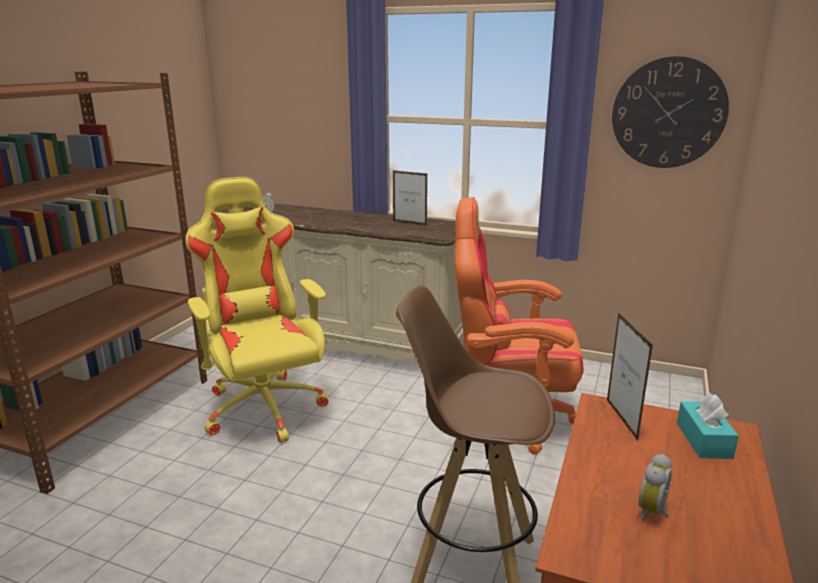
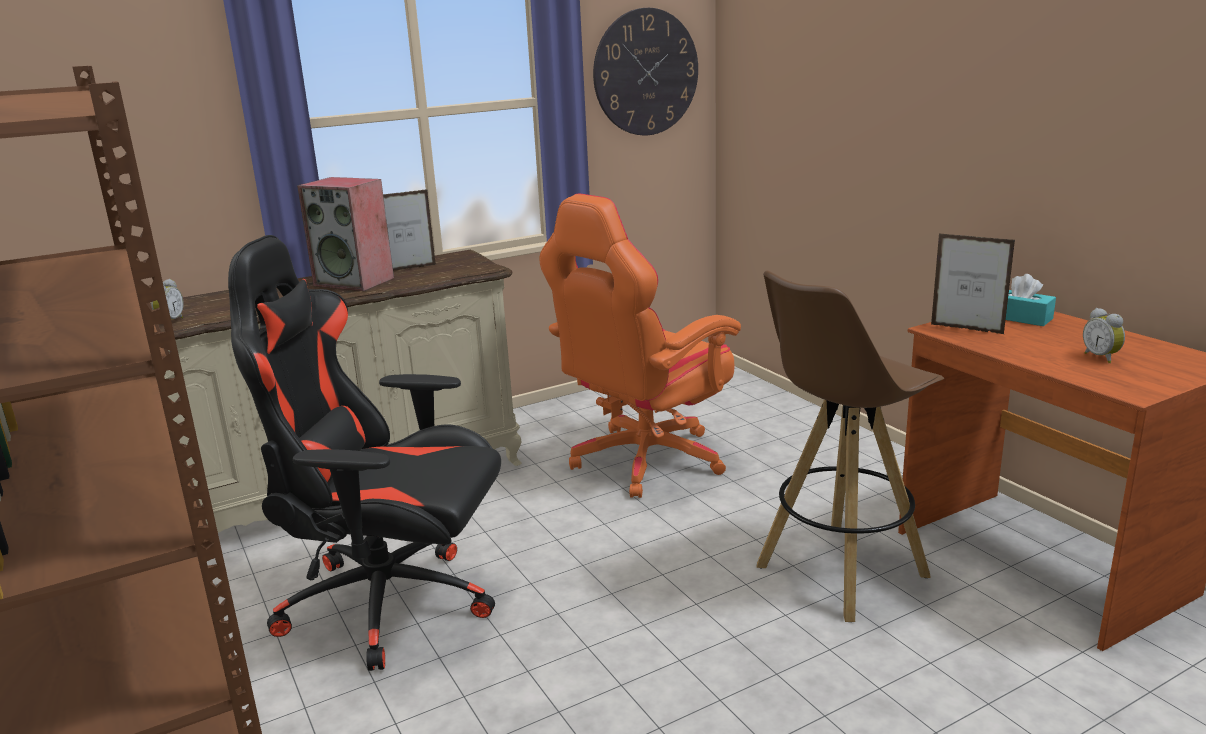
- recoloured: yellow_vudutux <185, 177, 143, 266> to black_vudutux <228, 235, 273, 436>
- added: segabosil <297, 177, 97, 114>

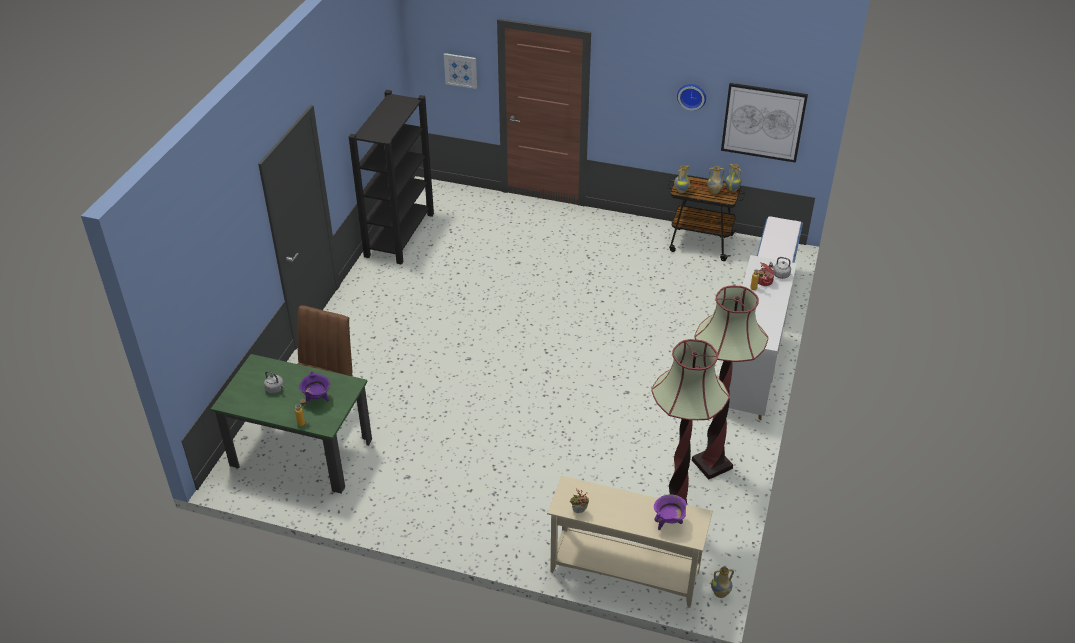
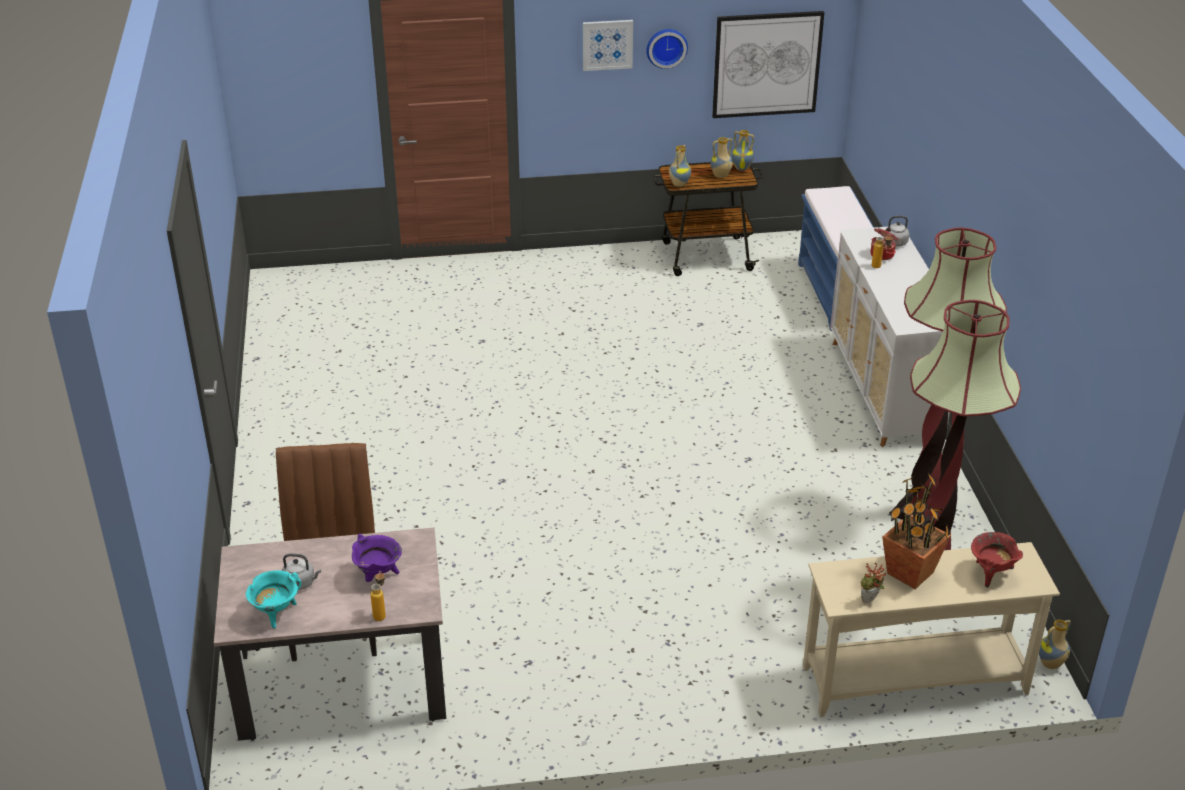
- recoloured: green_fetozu <211, 354, 161, 140> to beige_fetozu <214, 528, 232, 213>
- added: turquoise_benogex <246, 570, 55, 58>
- moved: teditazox <444, 53, 33, 36> to <583, 20, 50, 51>
- added: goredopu <882, 473, 69, 116>
- recoloured: purple_benogex <654, 494, 33, 36> to red_benogex <971, 532, 52, 56>
- removed: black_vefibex <348, 90, 86, 174>

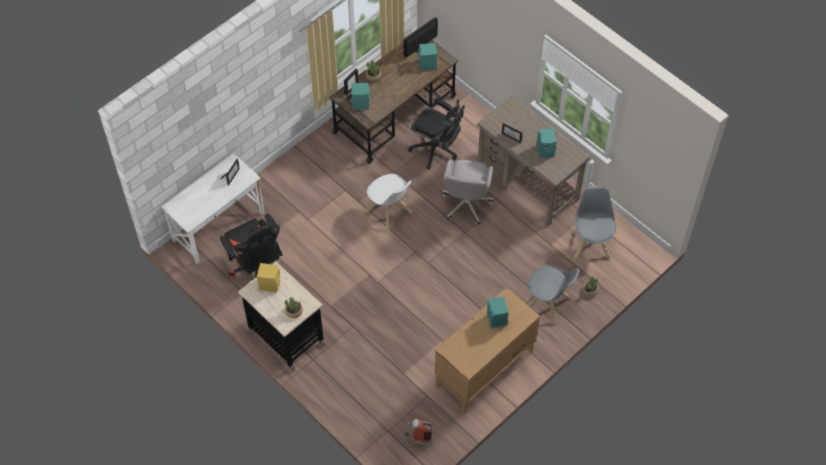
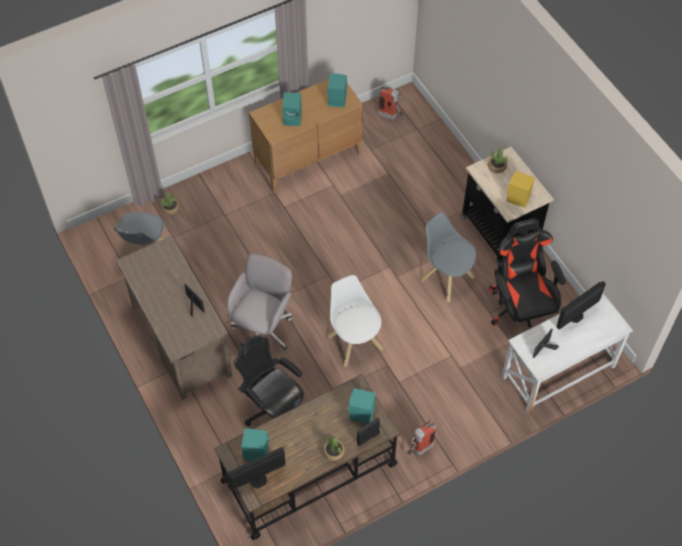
- moved: turquoise_segabosil <537, 128, 20, 30> to <328, 74, 19, 34>
- added: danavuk <407, 421, 29, 35>
- moved: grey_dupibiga <527, 265, 52, 61> to <420, 212, 56, 90>
- added: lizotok <557, 281, 49, 48>

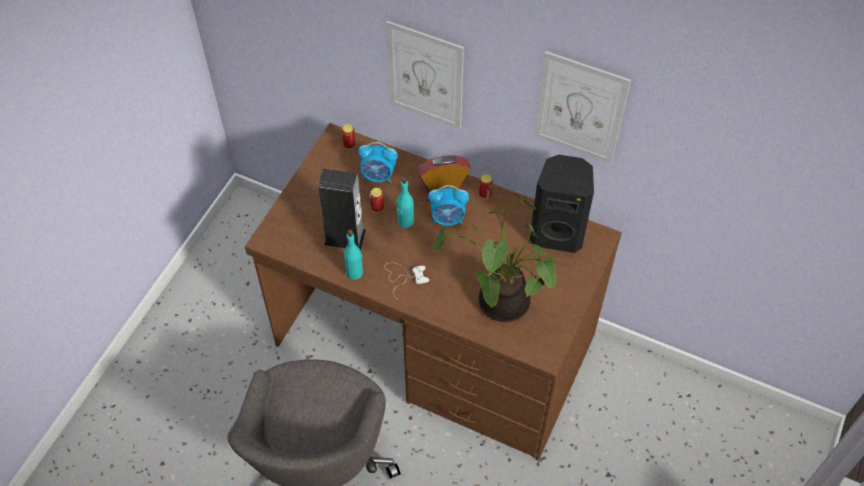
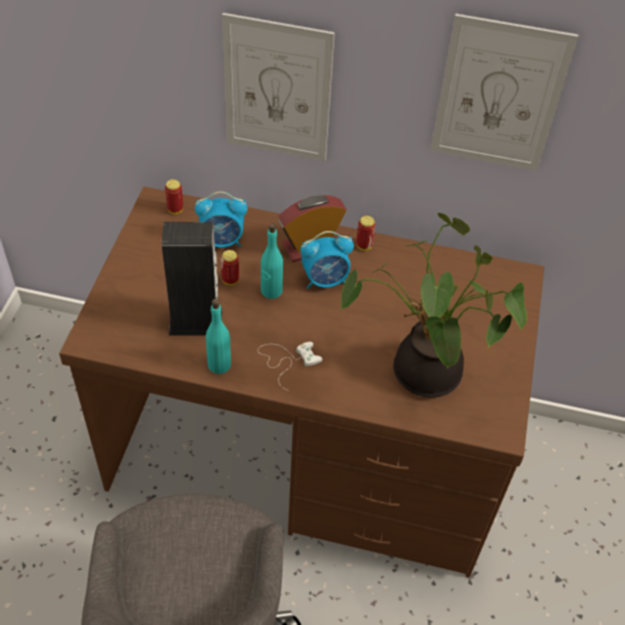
- removed: black_segabosil <530, 155, 64, 98>

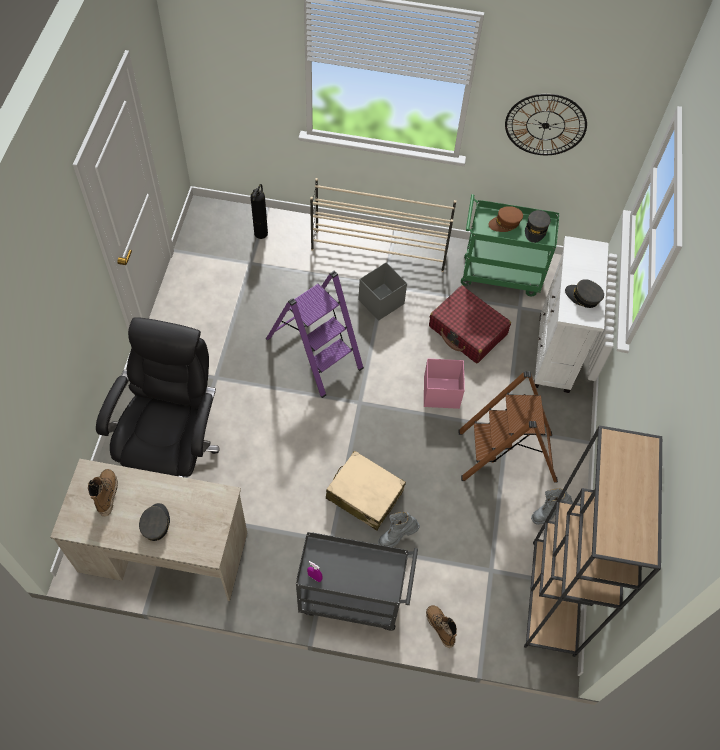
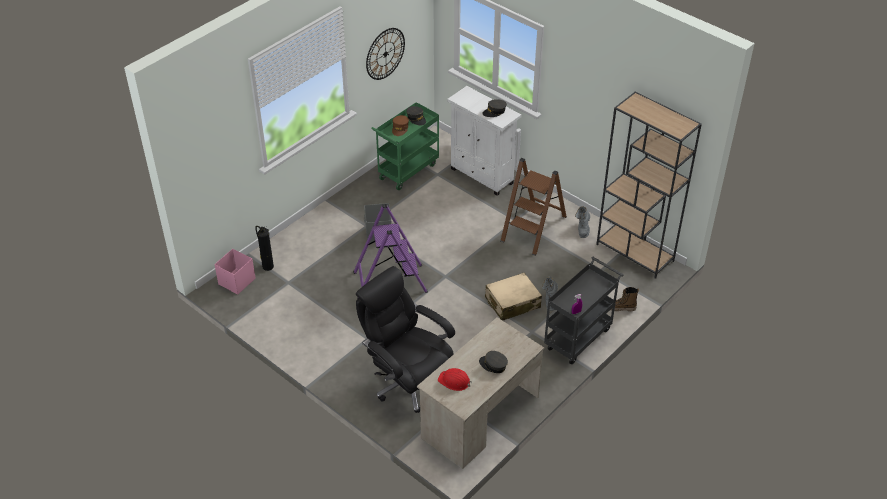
- moved: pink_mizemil <424, 358, 41, 51> to <214, 249, 41, 46>
- replaced: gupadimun <87, 469, 31, 47> to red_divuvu <438, 368, 34, 23>
- removed: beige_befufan <310, 178, 146, 94>
- removed: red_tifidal <429, 286, 82, 77>

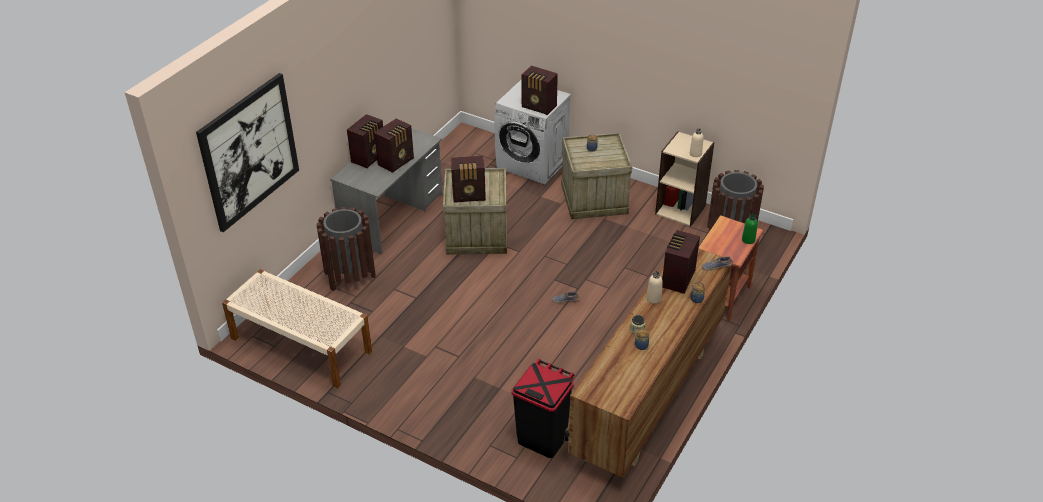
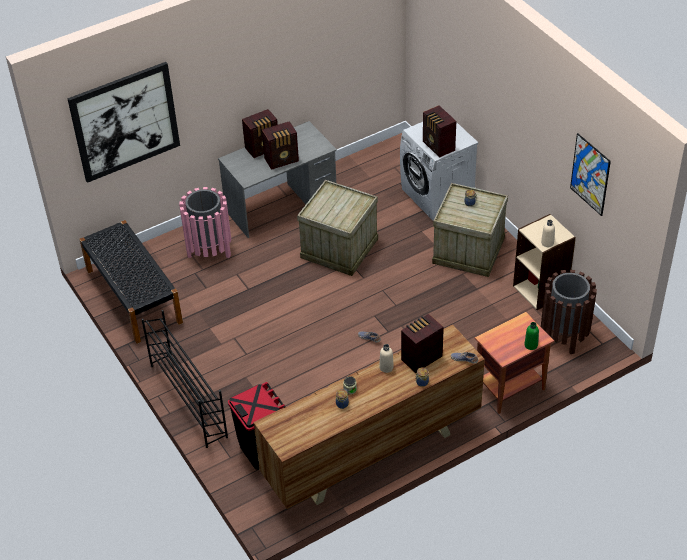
- recoloured: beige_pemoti <222, 269, 150, 120> to black_pemoti <79, 220, 104, 124>
- added: black_befufan <141, 310, 87, 138>
- recoloured: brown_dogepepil <317, 207, 59, 84> to pink_dogepepil <179, 187, 52, 71>
- added: teditazox <570, 133, 41, 83>
- removed: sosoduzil <451, 156, 35, 47>

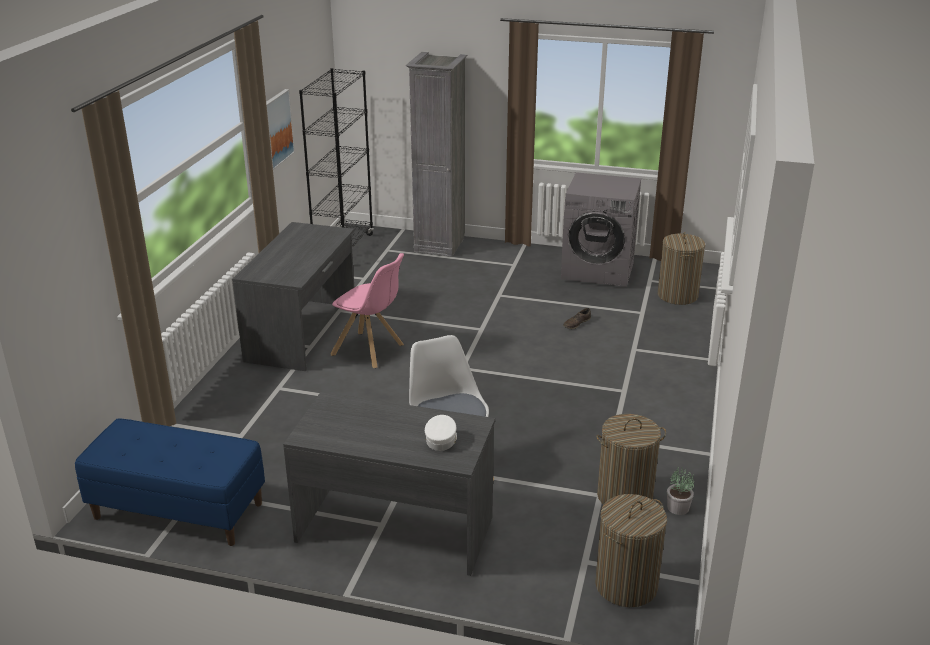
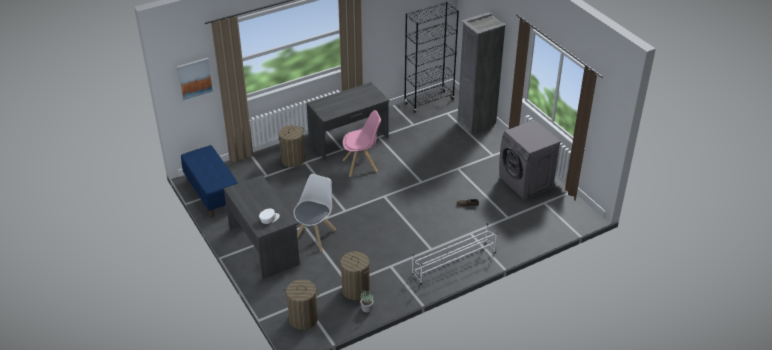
- moved: teditazox <266, 89, 29, 81> to <176, 58, 38, 44>
- moved: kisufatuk <658, 232, 47, 73> to <278, 125, 27, 42>
- turned: pink_dupibiga <330, 253, 74, 115> = <342, 110, 39, 67> 90 degrees counterclockwise
- added: white_befufan <412, 224, 85, 60>

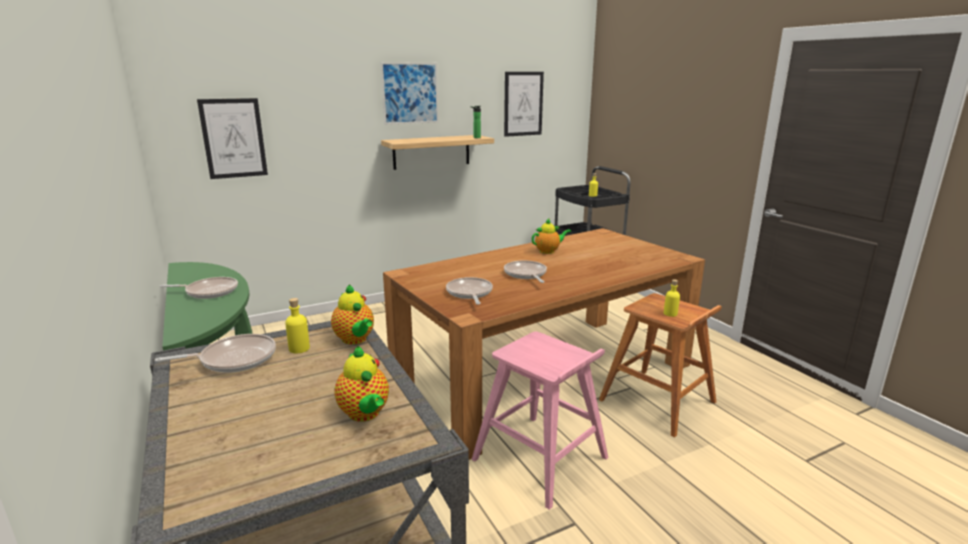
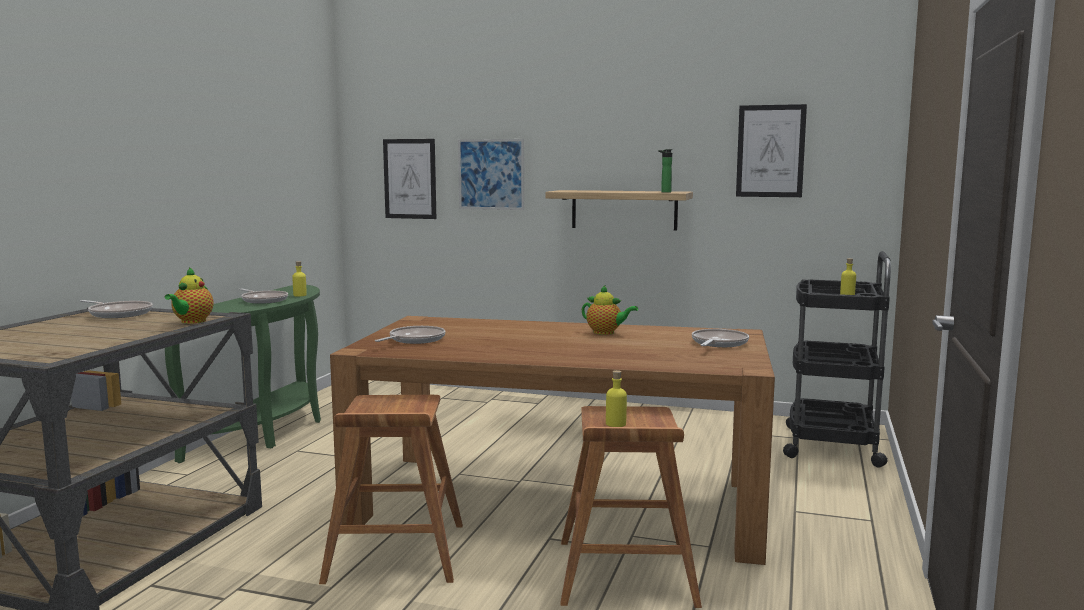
- moved: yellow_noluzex <285, 298, 25, 55> to <292, 261, 15, 35>
- recoloured: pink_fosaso <472, 332, 136, 178> to brown_fosaso <319, 395, 144, 189>
- moved: teditazox <380, 62, 59, 63> to <458, 139, 66, 71>
- moved: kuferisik <504, 260, 43, 23> to <692, 329, 57, 18>
- removed: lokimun <334, 346, 55, 76>

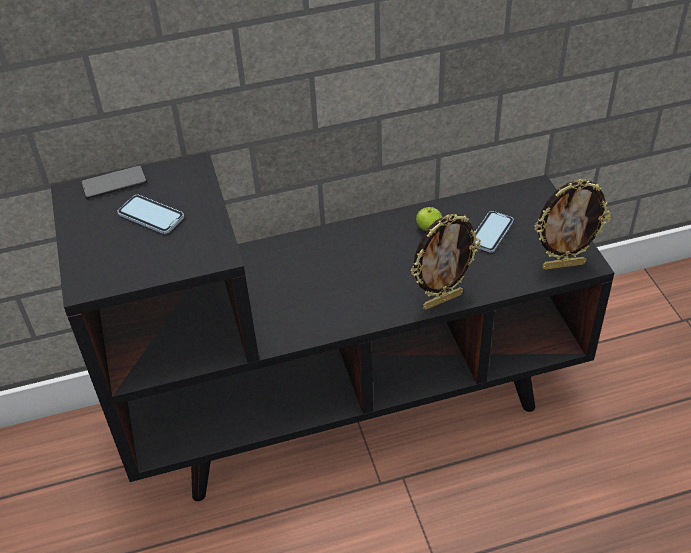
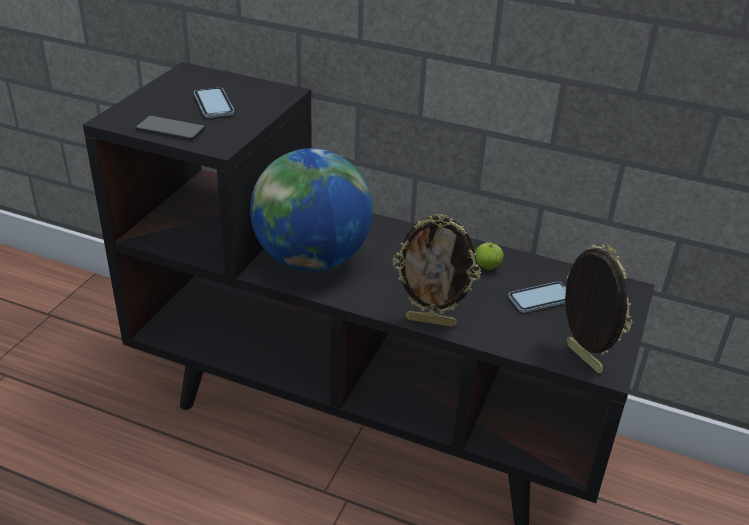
- moved: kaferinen <81, 165, 66, 34> to <136, 116, 69, 24>
- added: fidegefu <250, 148, 123, 123>
- turned: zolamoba <534, 179, 77, 91> = <565, 244, 67, 129> 150 degrees counterclockwise

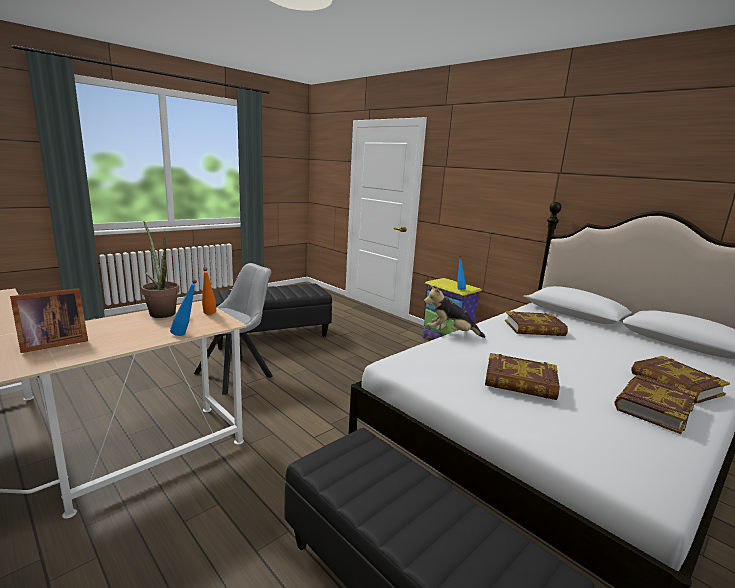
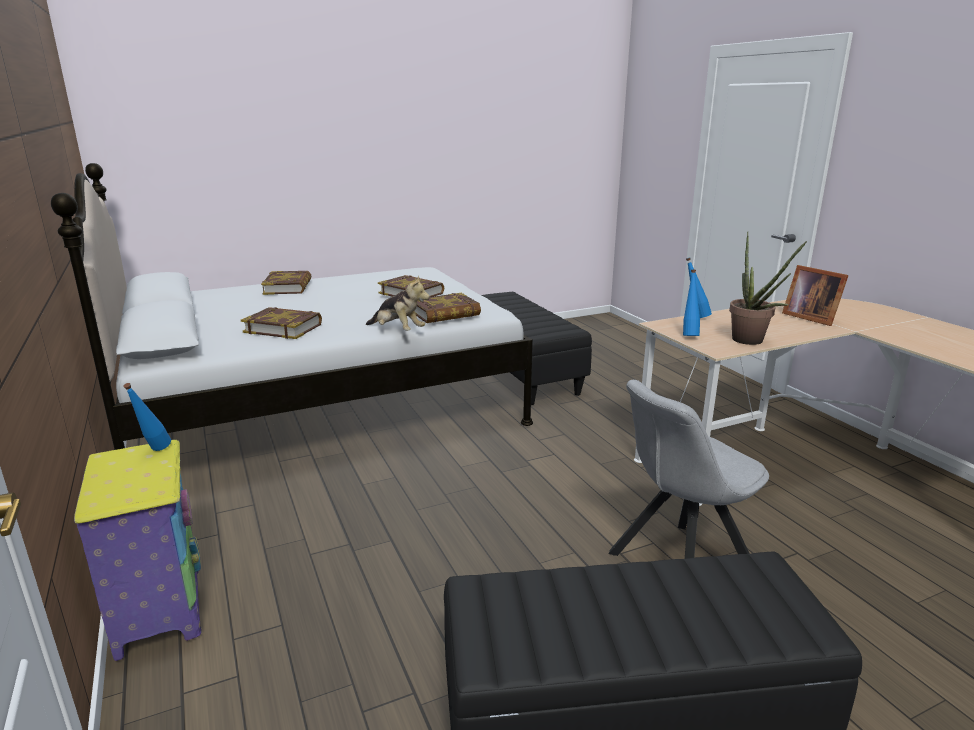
- moved: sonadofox <615, 375, 82, 59> to <415, 293, 66, 30>
- recoloured: orange_noluzex <202, 267, 15, 48> to blue_noluzex <683, 270, 17, 66>
- turned: zolamoba <10, 288, 78, 65> = <782, 265, 67, 61> 105 degrees counterclockwise

